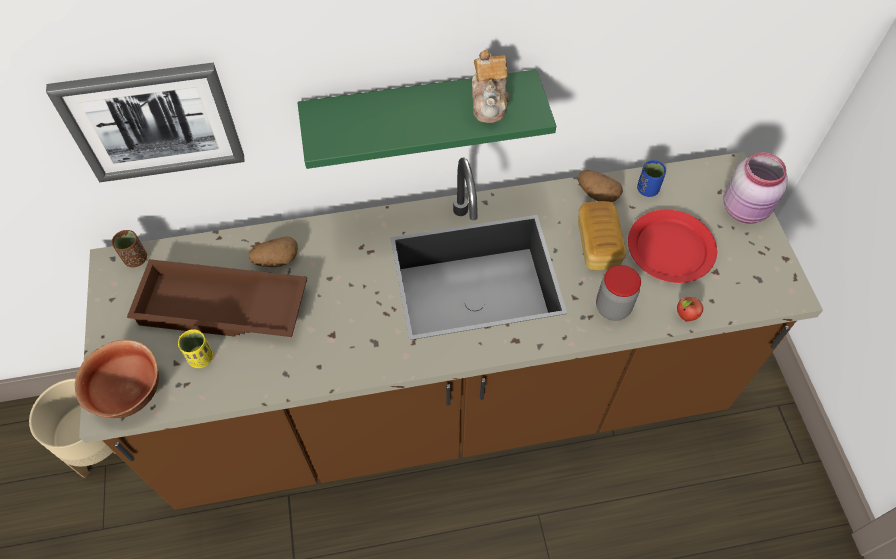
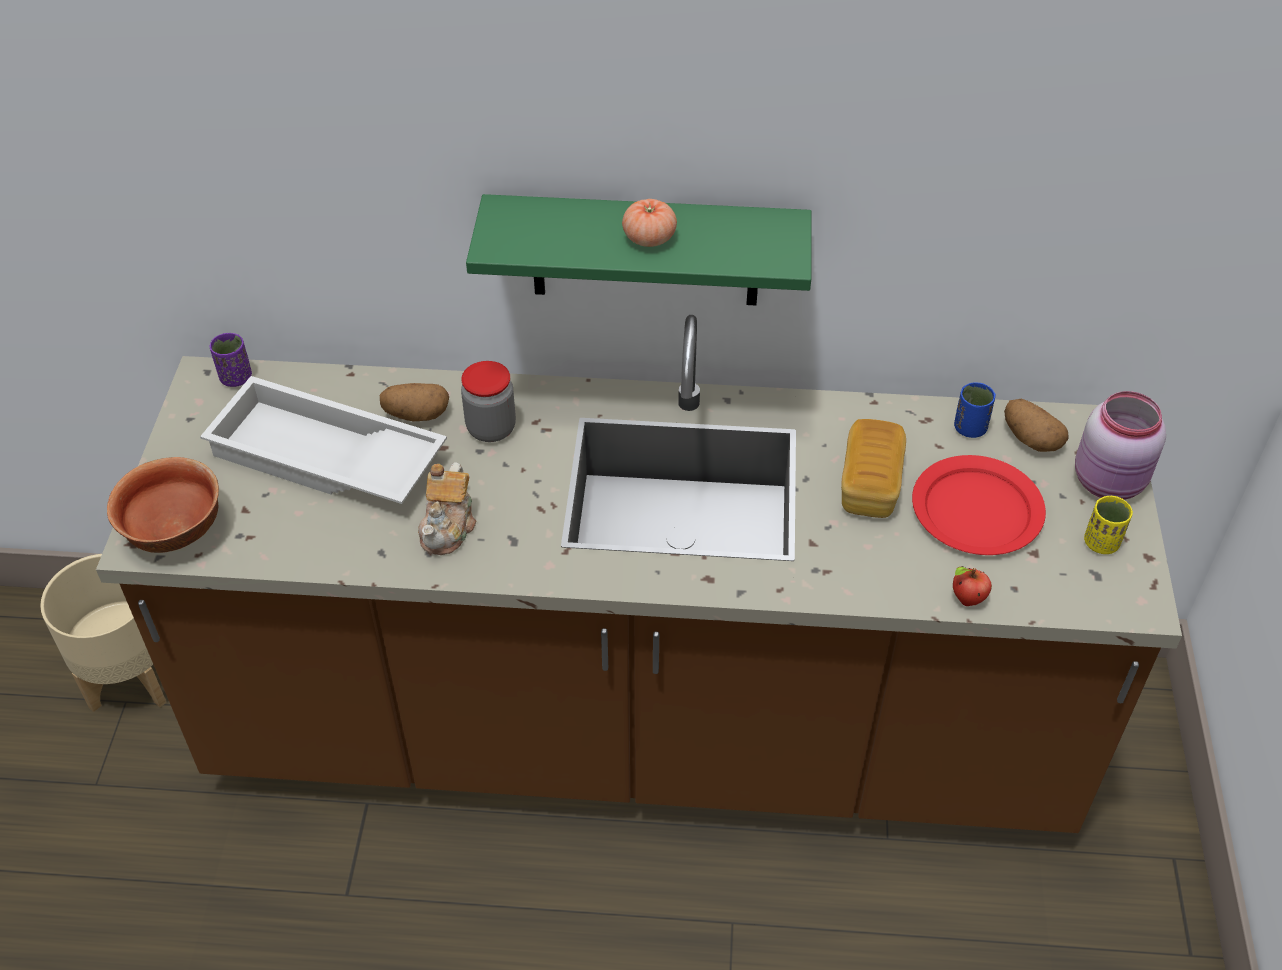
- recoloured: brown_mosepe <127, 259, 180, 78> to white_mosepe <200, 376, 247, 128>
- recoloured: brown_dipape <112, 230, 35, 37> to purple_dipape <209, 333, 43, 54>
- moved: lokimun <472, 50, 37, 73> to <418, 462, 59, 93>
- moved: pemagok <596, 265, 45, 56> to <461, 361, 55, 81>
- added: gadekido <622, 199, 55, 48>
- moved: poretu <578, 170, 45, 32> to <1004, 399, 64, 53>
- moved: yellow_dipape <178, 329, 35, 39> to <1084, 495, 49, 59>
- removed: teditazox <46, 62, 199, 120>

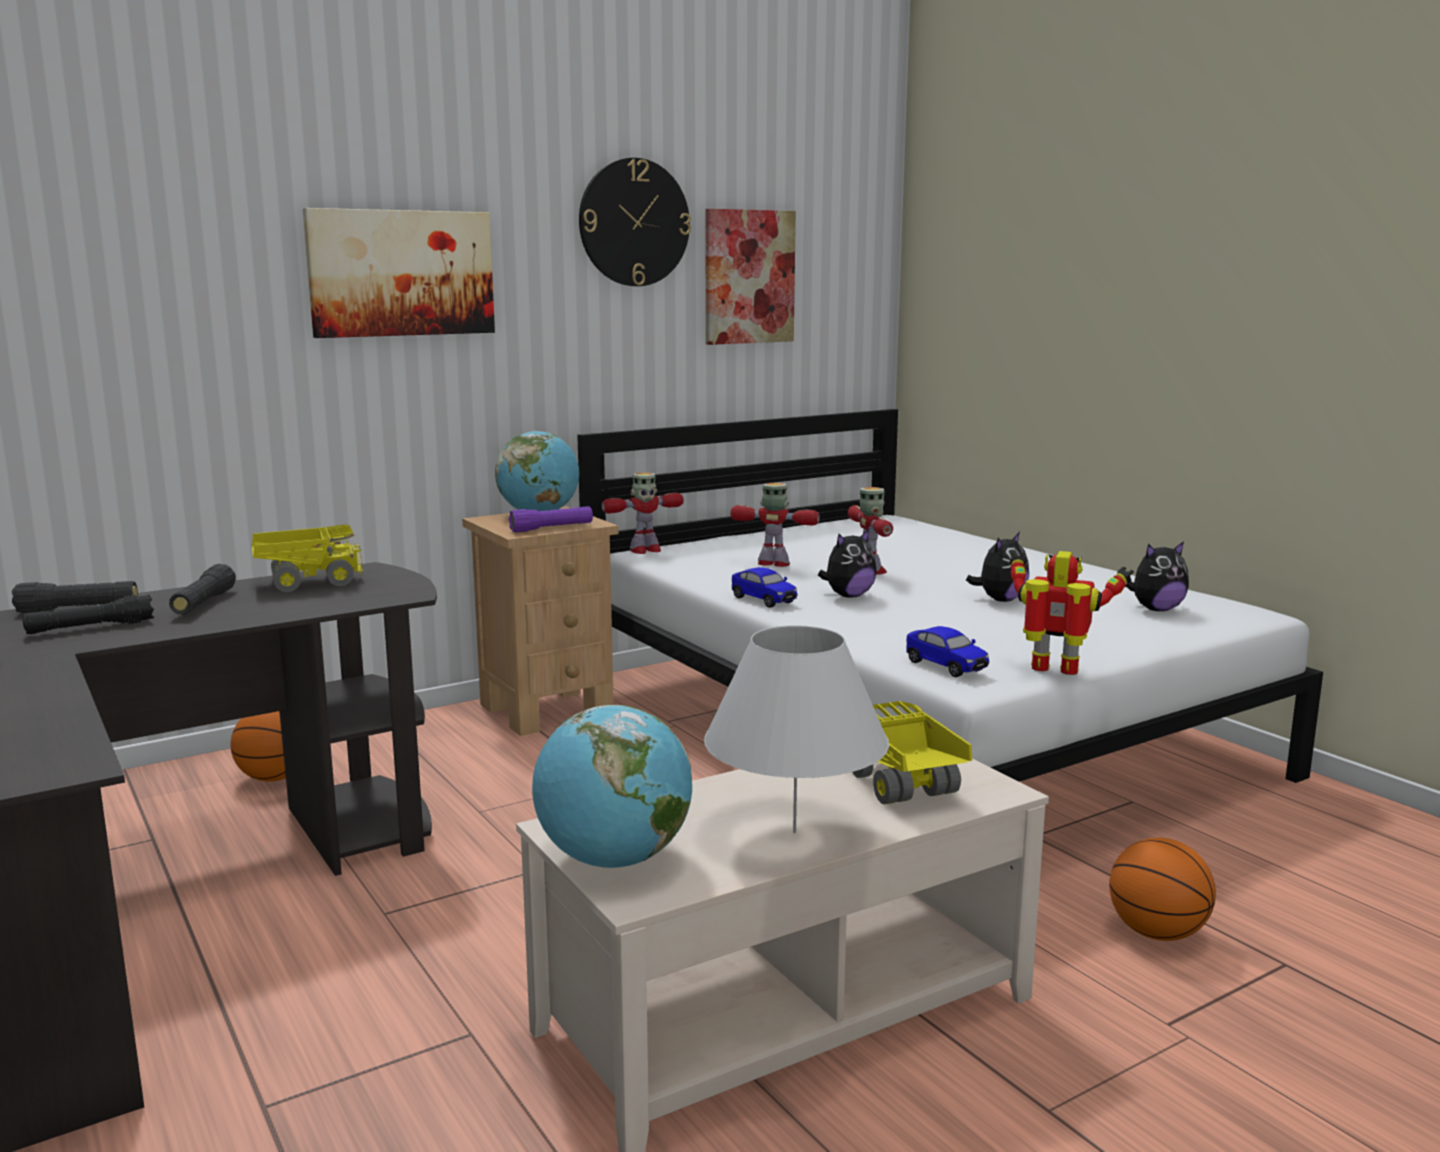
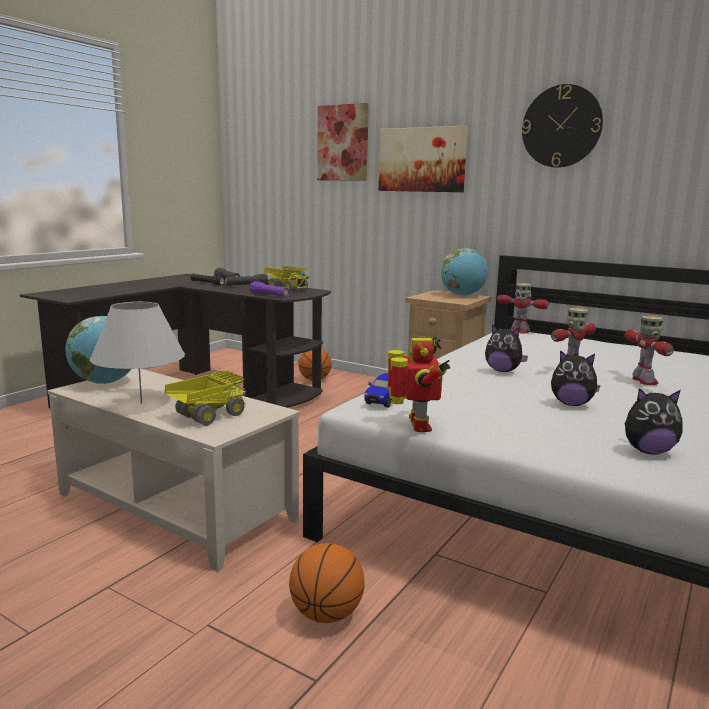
- moved: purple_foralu <509, 506, 84, 26> to <250, 281, 39, 16>
- moved: teditazox <705, 209, 91, 136> to <317, 103, 52, 78>
- moved: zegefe <730, 483, 90, 84> to <625, 316, 49, 69>
- turned: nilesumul <1126, 541, 63, 70> = <625, 388, 58, 67> 45 degrees counterclockwise
- removed: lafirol <732, 567, 65, 41>

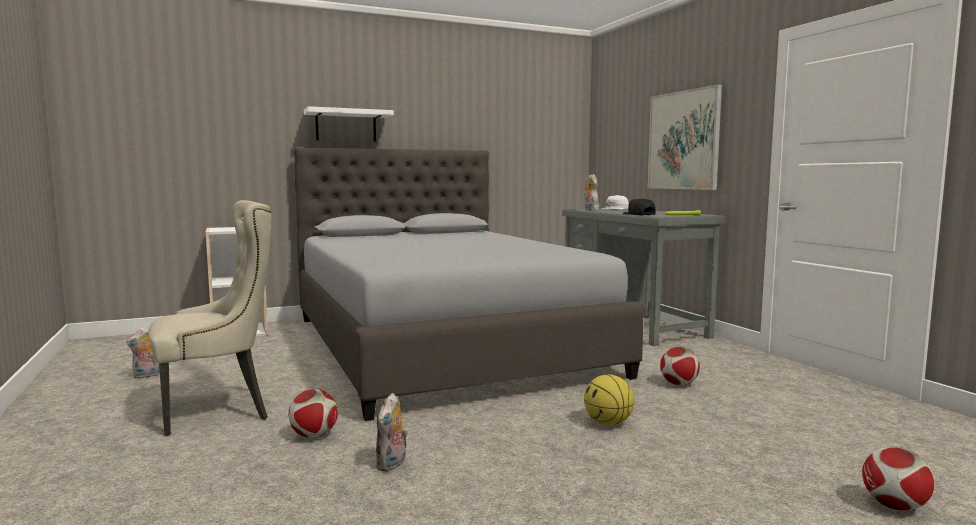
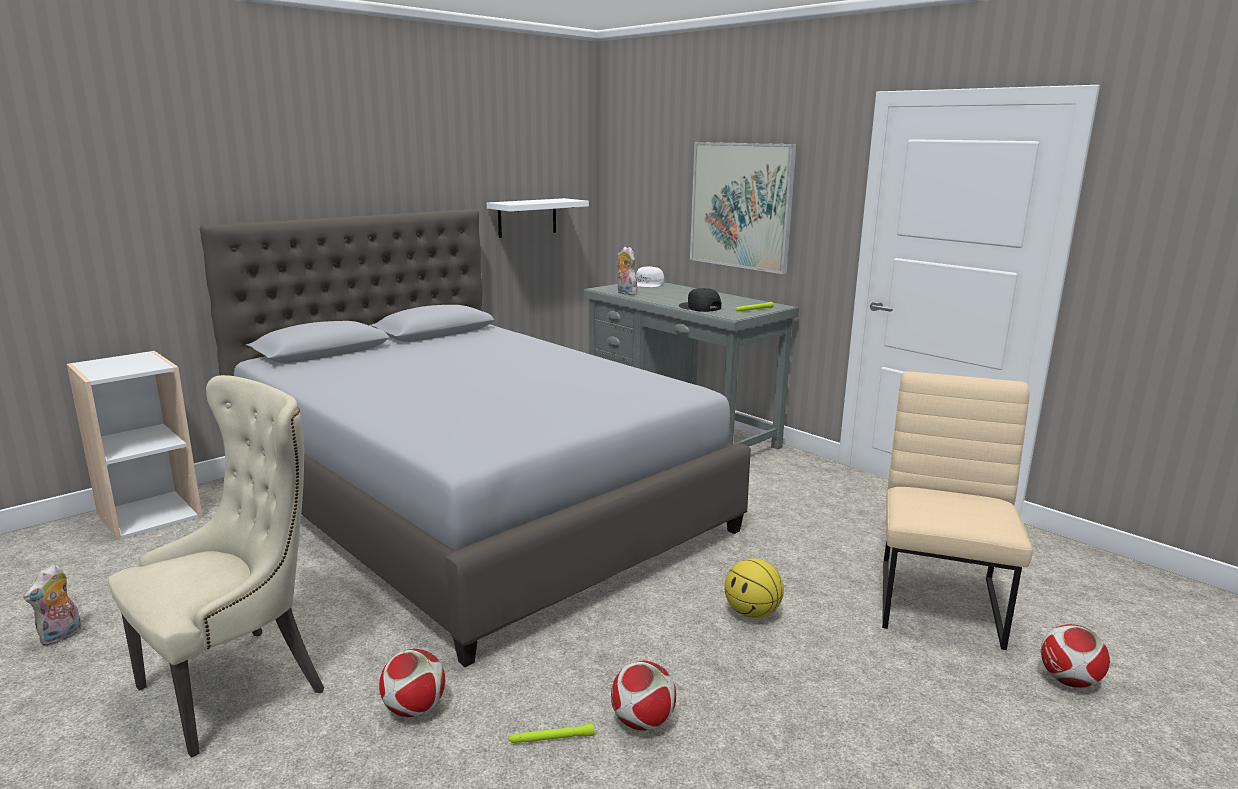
- moved: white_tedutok <304, 106, 90, 36> to <487, 198, 102, 40>
- replaced: nilesumul <376, 393, 32, 79> to green_foralu <508, 724, 86, 19>
- moved: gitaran <660, 347, 40, 38> to <611, 661, 65, 70>
- added: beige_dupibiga <882, 371, 151, 279>

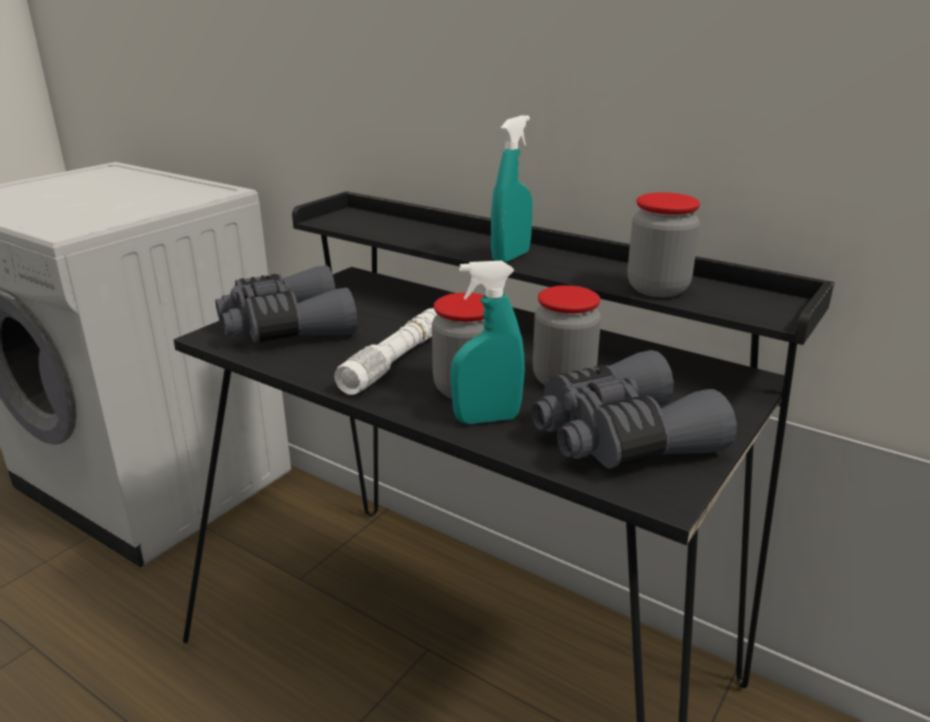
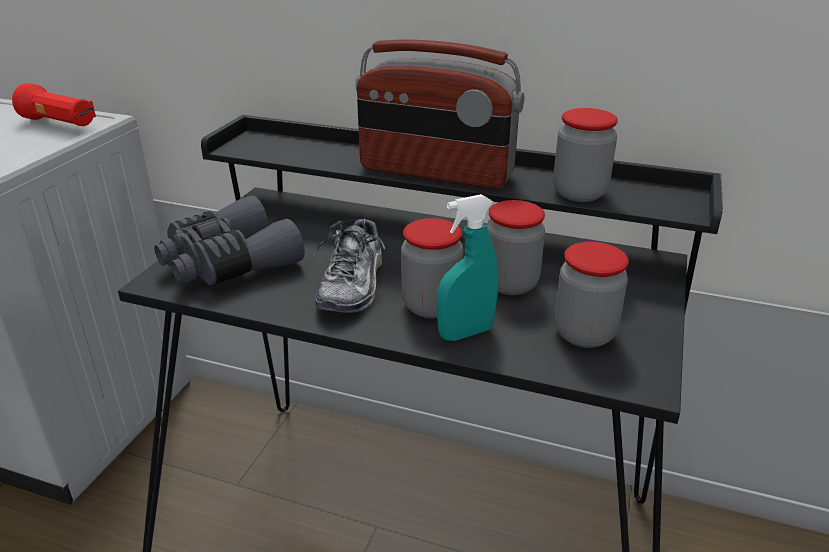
- added: red_foralu <12, 83, 84, 43>
- replaced: white_foralu <334, 308, 103, 87> to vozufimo <314, 215, 71, 98>
- replaced: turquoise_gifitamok <491, 115, 42, 147> to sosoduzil <356, 40, 169, 149>
- replaced: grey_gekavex <531, 350, 206, 118> to pemagok <555, 242, 74, 106>

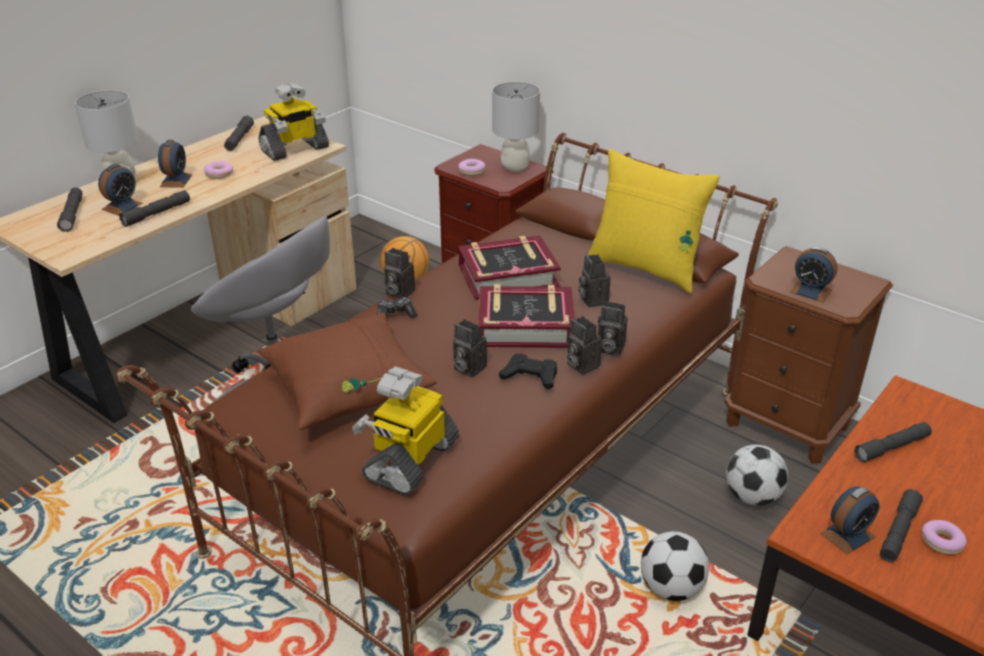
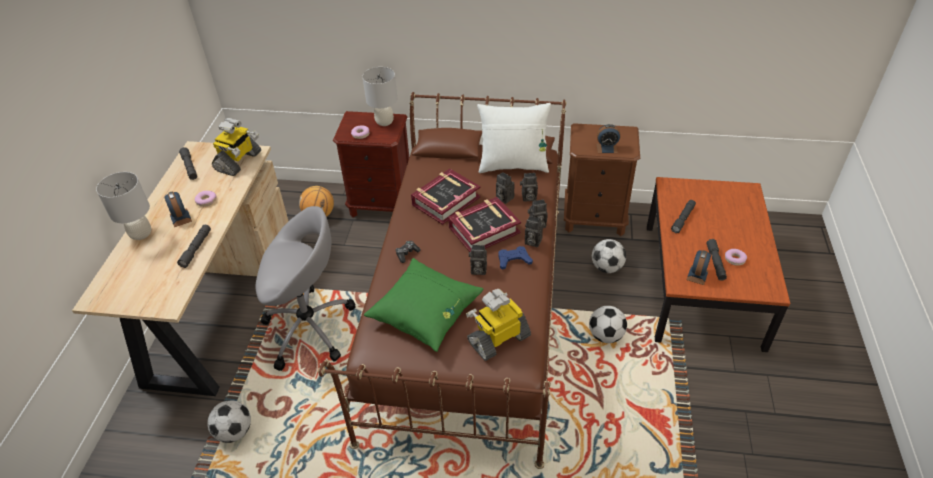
- added: gitaran <207, 400, 44, 43>
- recoloured: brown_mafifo <259, 312, 178, 118> to green_mafifo <364, 258, 120, 94>
- turned: zegefe <352, 367, 107, 128> = <466, 289, 65, 72> 60 degrees clockwise
- recoloured: yellow_mafifo <588, 149, 132, 144> to white_mafifo <477, 103, 74, 70>
- recoloured: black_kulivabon <499, 354, 58, 35> to blue_kulivabon <498, 246, 35, 24>
- moved: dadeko <384, 248, 31, 51> to <520, 173, 18, 28>
- removed: grey_foralu <57, 187, 26, 45>
- removed: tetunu <98, 164, 45, 52>

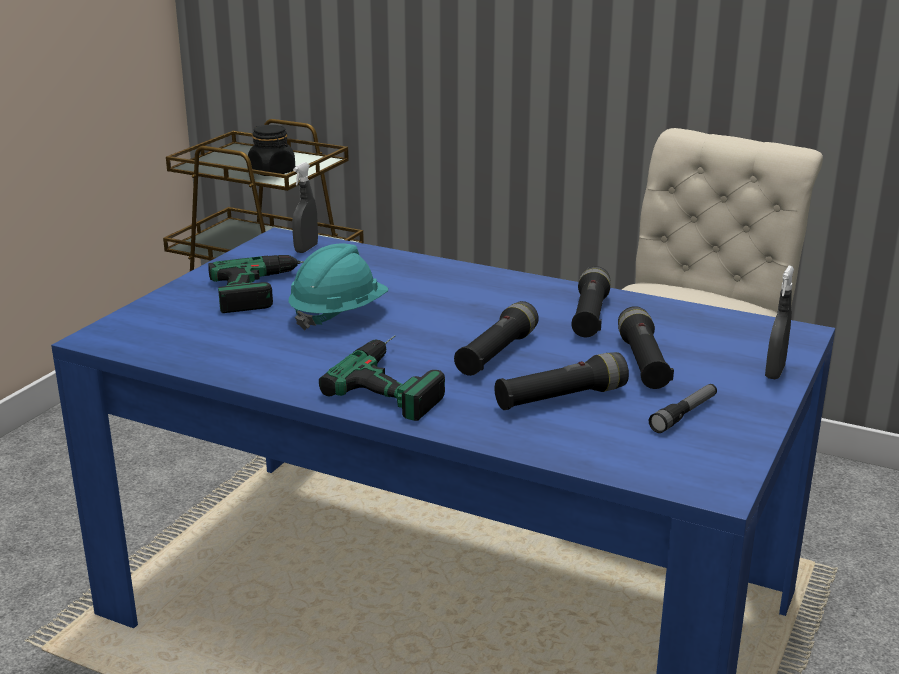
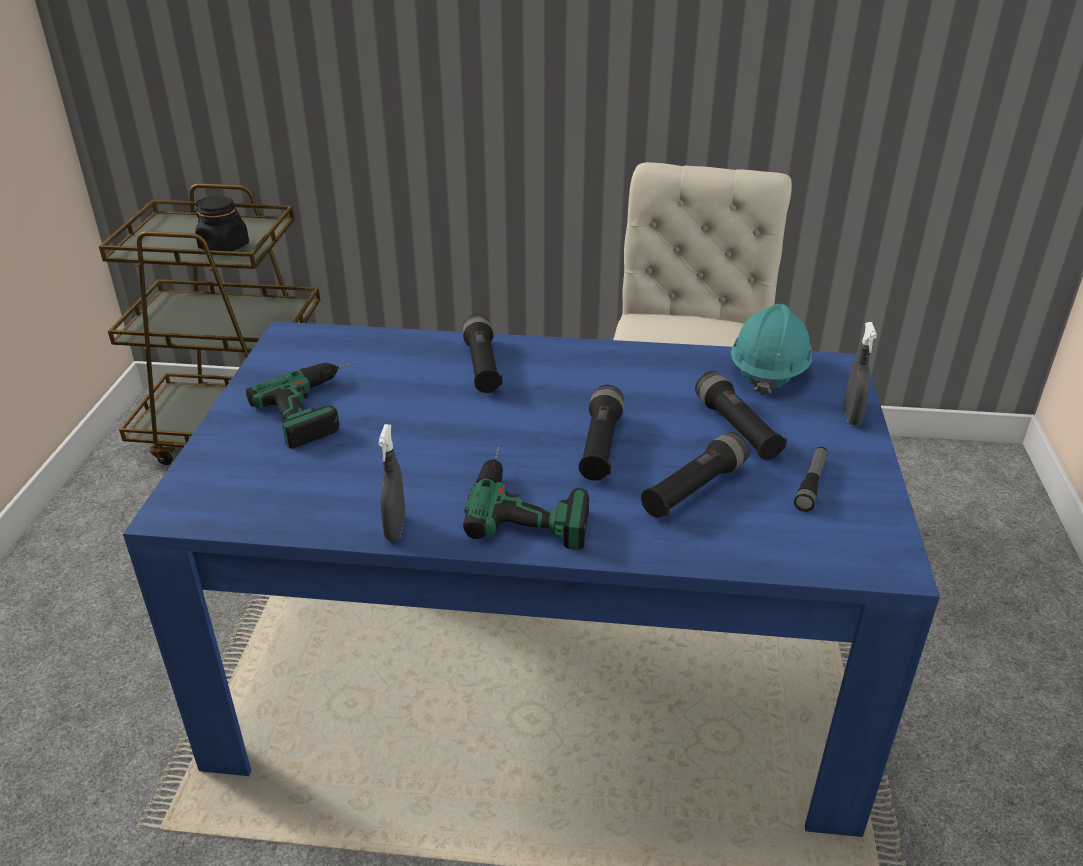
- moved: grey_gifitamok <292, 162, 26, 91> to <379, 424, 26, 117>
- moved: black_foralu <571, 266, 40, 71> to <462, 314, 40, 79>
- moved: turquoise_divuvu <288, 243, 100, 87> to <731, 304, 81, 92>

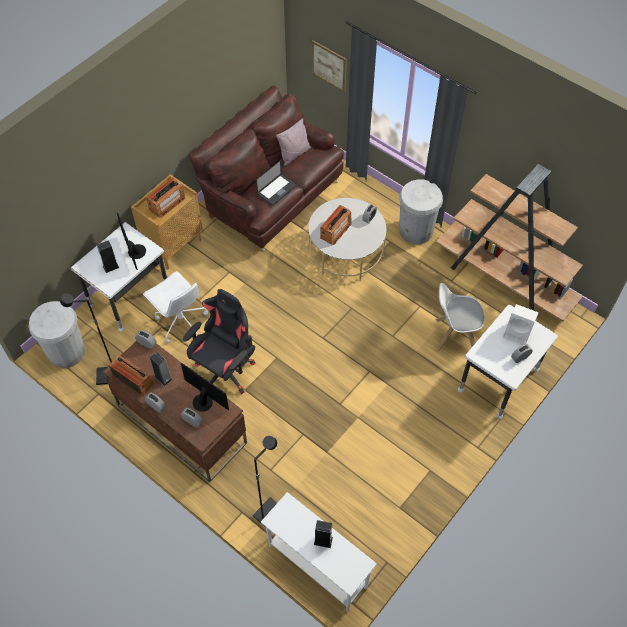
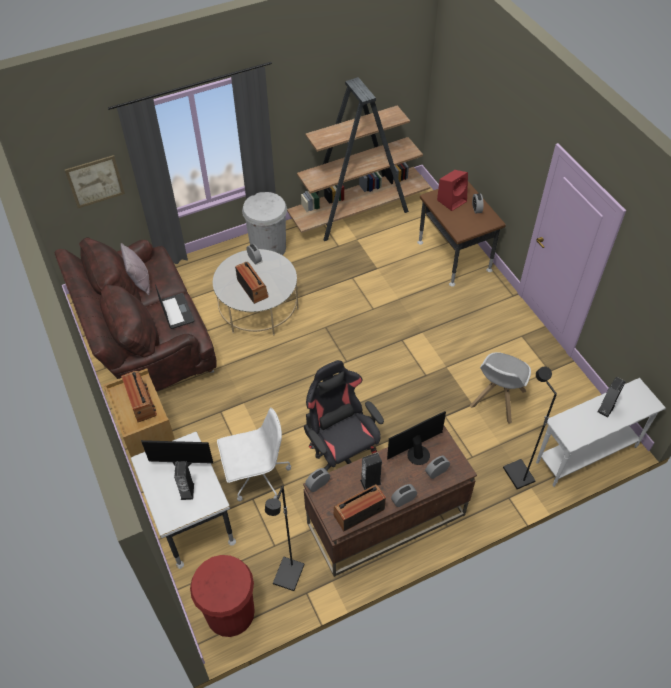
- recoloured: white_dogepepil <29, 301, 56, 67> to red_dogepepil <190, 555, 65, 82>
- recoloured: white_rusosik <458, 304, 100, 115> to brown_rusosik <417, 181, 89, 106>
- recoloured: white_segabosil <503, 304, 35, 41> to red_segabosil <437, 170, 31, 41>
- moved: dupibiga <435, 283, 50, 69> to <470, 352, 61, 72>

